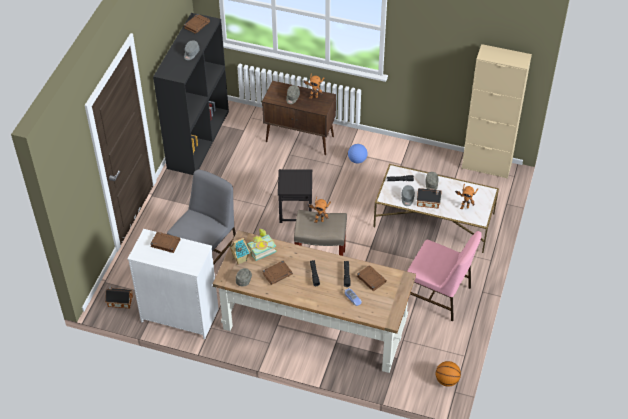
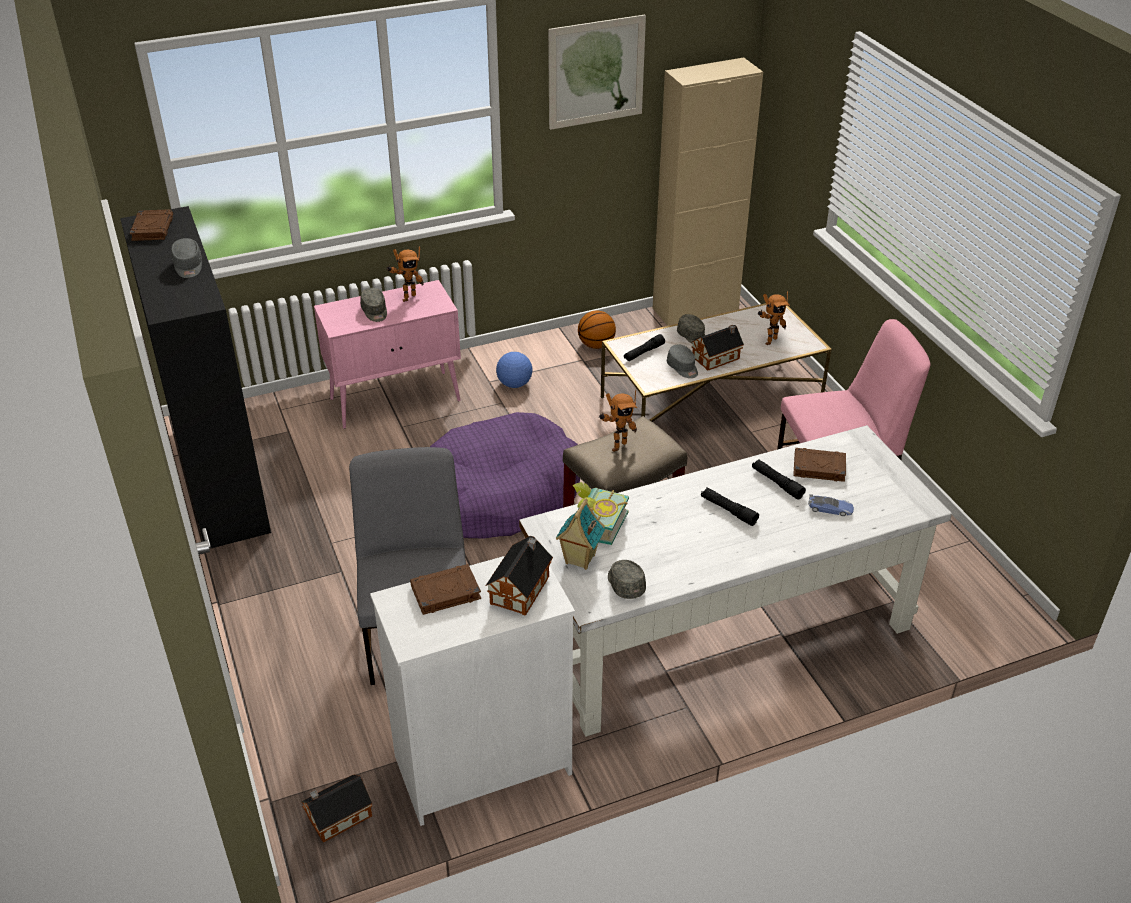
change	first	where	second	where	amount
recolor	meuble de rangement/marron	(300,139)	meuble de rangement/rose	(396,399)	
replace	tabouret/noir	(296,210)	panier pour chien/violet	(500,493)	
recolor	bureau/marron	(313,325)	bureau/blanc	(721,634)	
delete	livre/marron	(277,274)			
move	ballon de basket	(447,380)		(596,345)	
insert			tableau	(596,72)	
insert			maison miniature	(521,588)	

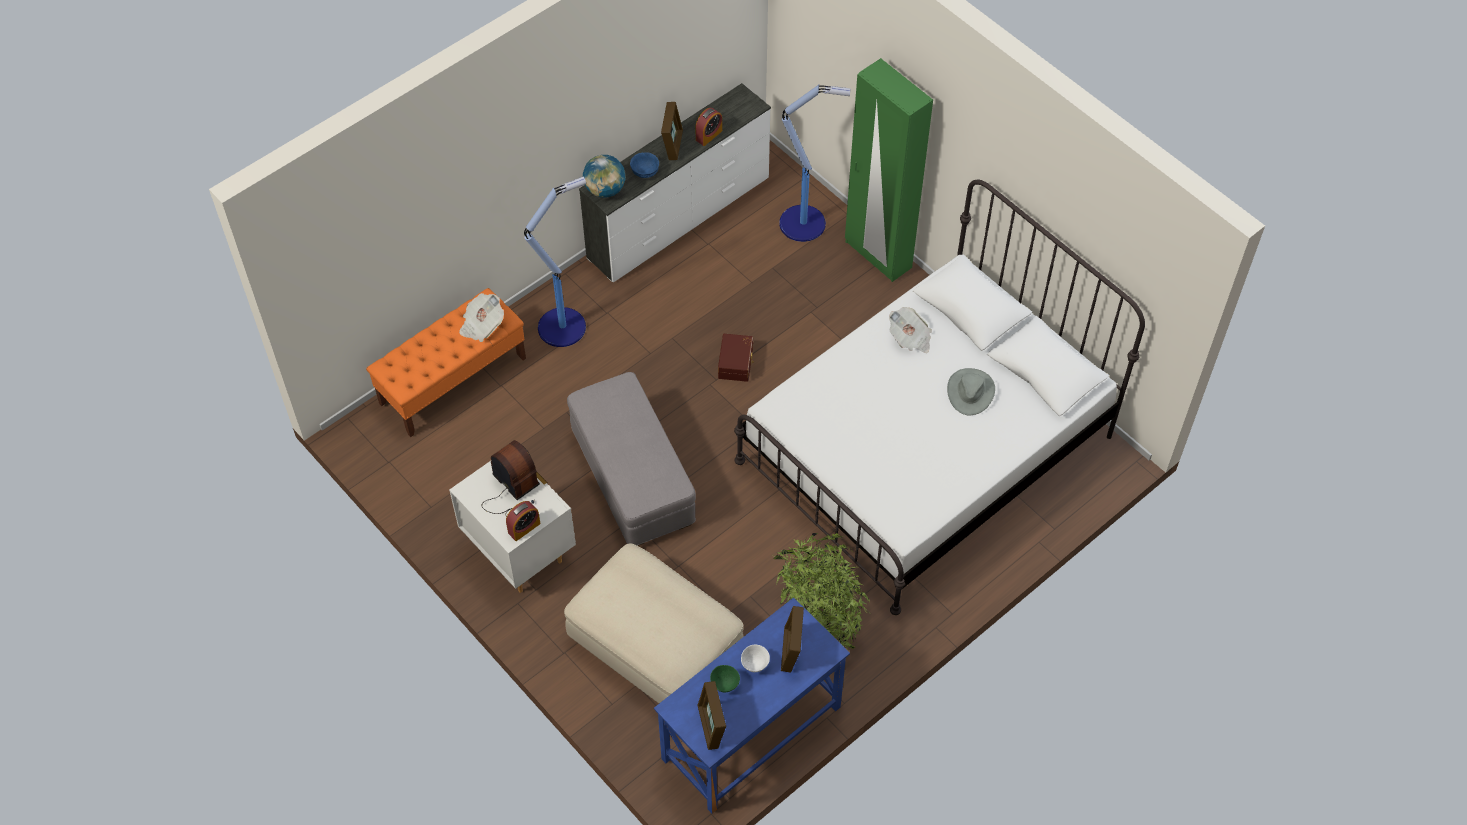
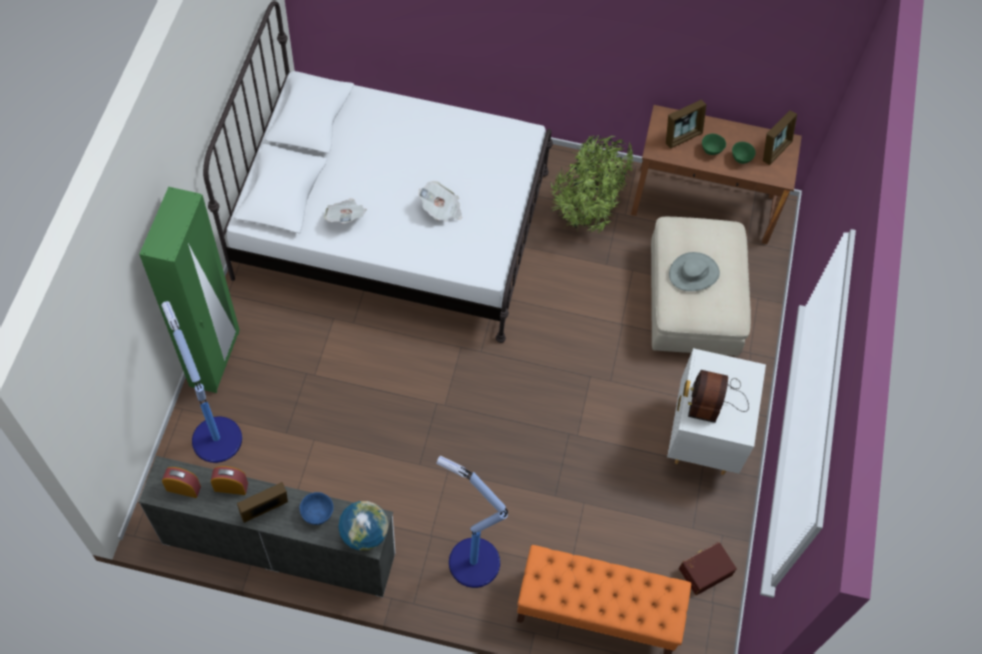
change	first	where	second	where	amount
move	journal	(482,325)		(441,209)	
move	boîte de rangement/marron	(736,363)		(704,570)	
move	chapeau/gris	(970,392)		(694,273)	
delete	pouf/gris	(632,477)			
move	réveil	(524,528)		(183,488)	
recolor	bureau/bleu	(752,733)	bureau/marron	(703,204)	
recolor	bol/blanc	(755,665)	bol/vert	(711,150)	

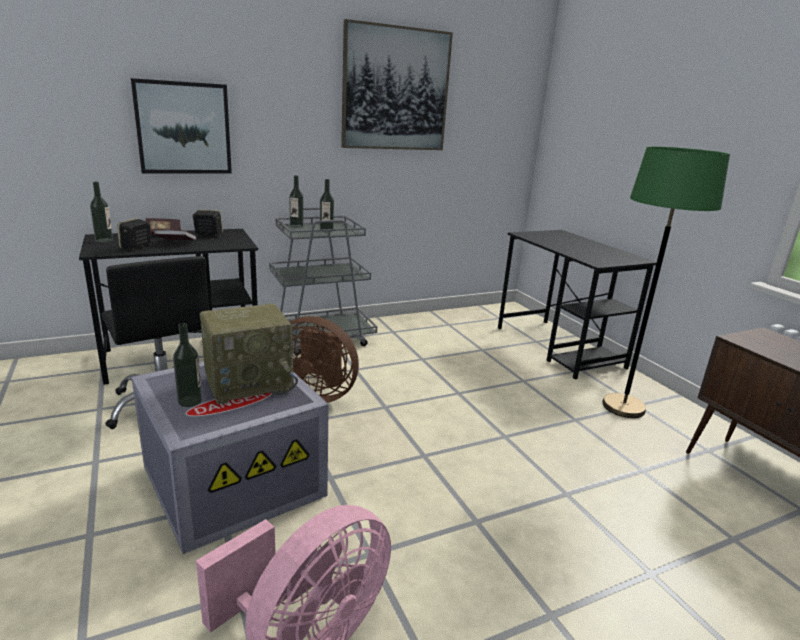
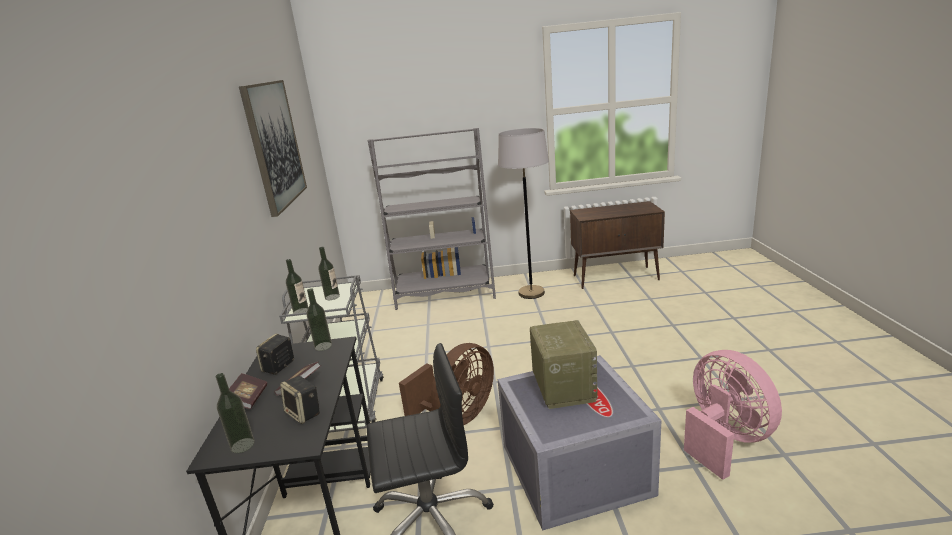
change	first	where	second	where	amount
delete	tableau	(183,128)			
recolor	lampadaire/vert	(623,407)	lampadaire/gris	(531,293)	
replace	bureau/noir	(559,347)	bibliothèque/gris	(444,294)	
move	bouteille	(190,401)		(323,346)	

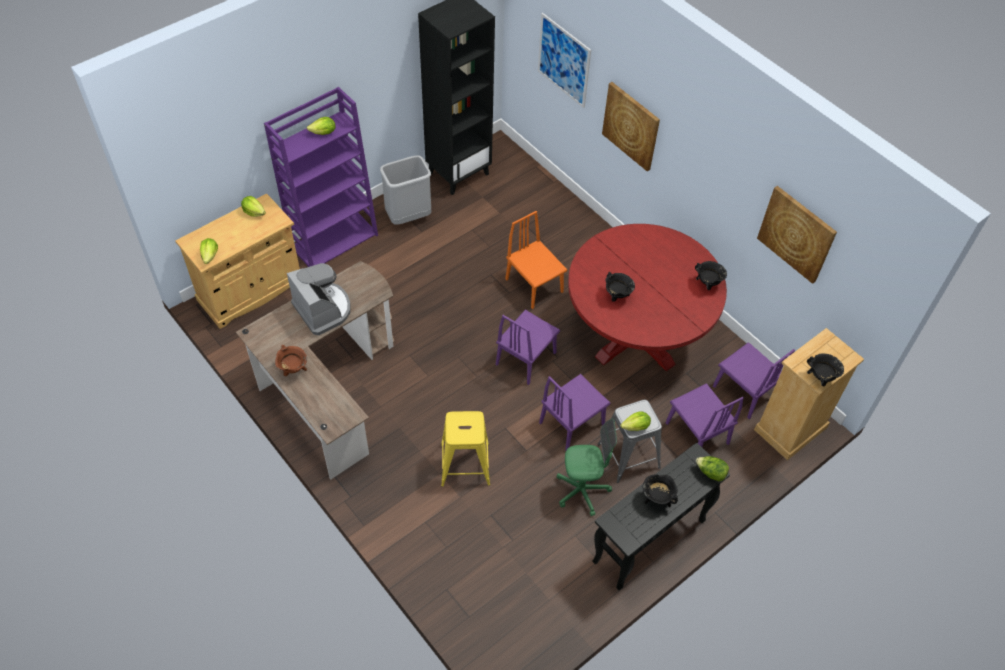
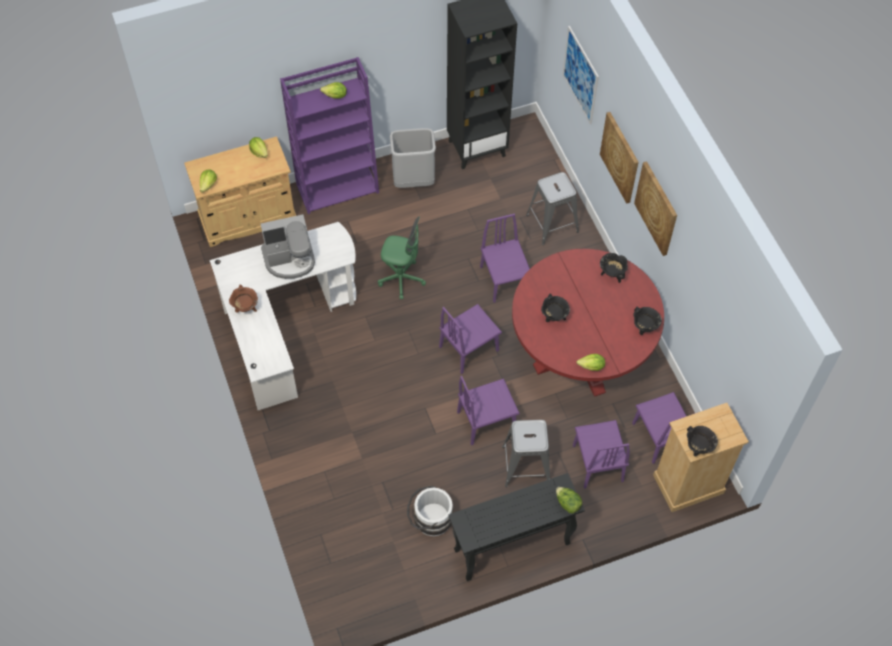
change	first	where	second	where	amount
move	tableau	(796,234)		(657,208)	
recolor	chaise/orange	(534,285)	chaise/violet	(504,280)	
recolor	bureau/marron	(326,387)	bureau/blanc	(283,326)	
rotate	machine à café	(323,309)		(290,259)	90 degrees clockwise
delete	tabouret/jaune	(465,464)			
move	laitue	(636,427)		(591,367)	
move	chaise de bureau/vert	(582,491)		(401,279)	
move	marmite/noir	(657,499)		(612,274)	
insert			tabouret/gris	(552,223)	
insert			seau/blanc	(429,520)	

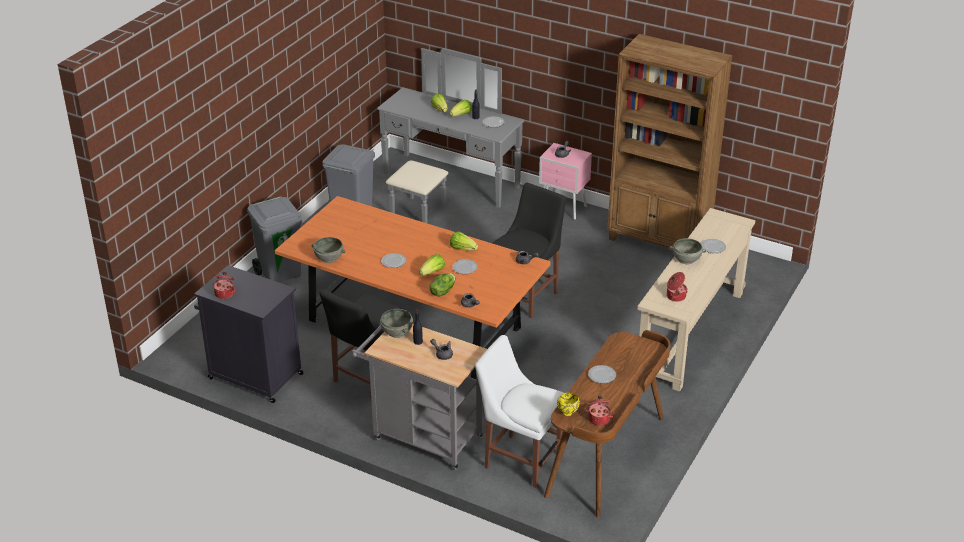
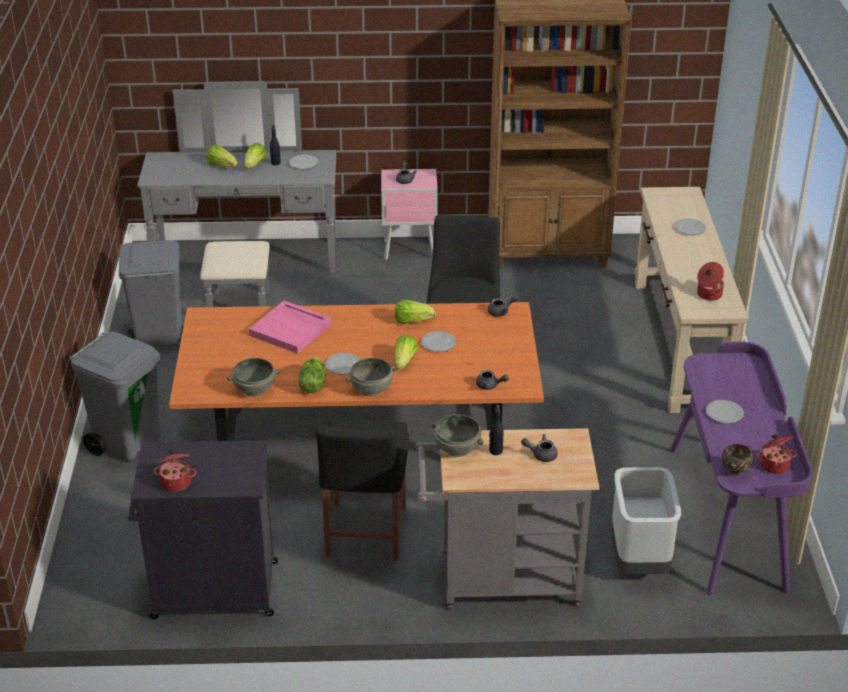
change	first	where	second	where	amount
move	bol/gris	(686,260)		(371,389)	
move	laitue	(442,291)		(312,385)	
recolor	bureau/marron	(607,456)	bureau/violet	(728,517)	
replace	chaise/blanc	(519,459)	poubelle/gris	(638,560)	
recolor	bol/jaune	(568,413)	bol/marron	(734,472)	
insert			plateau/rose	(291,329)	

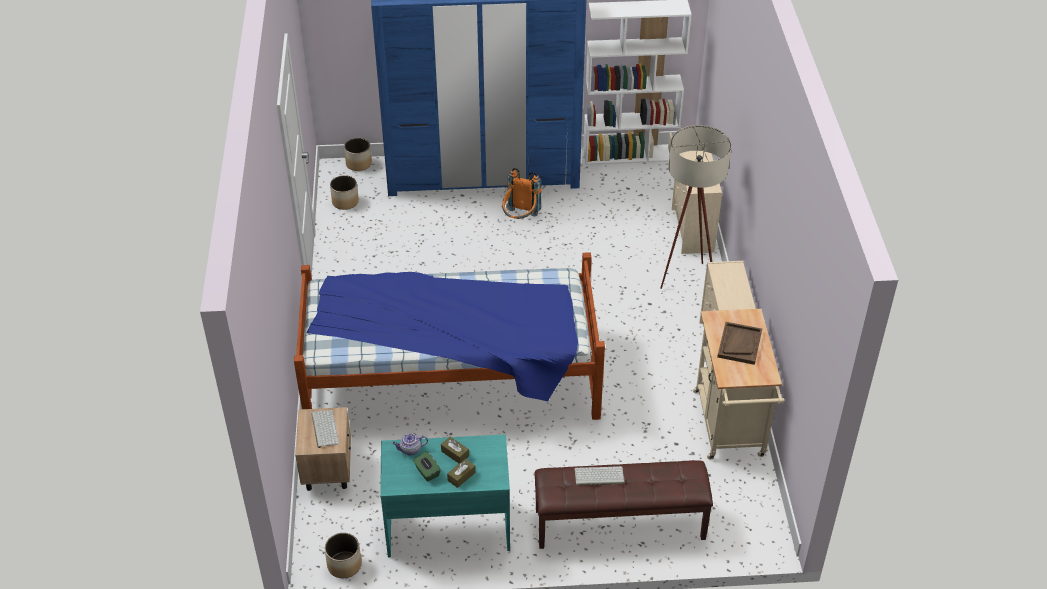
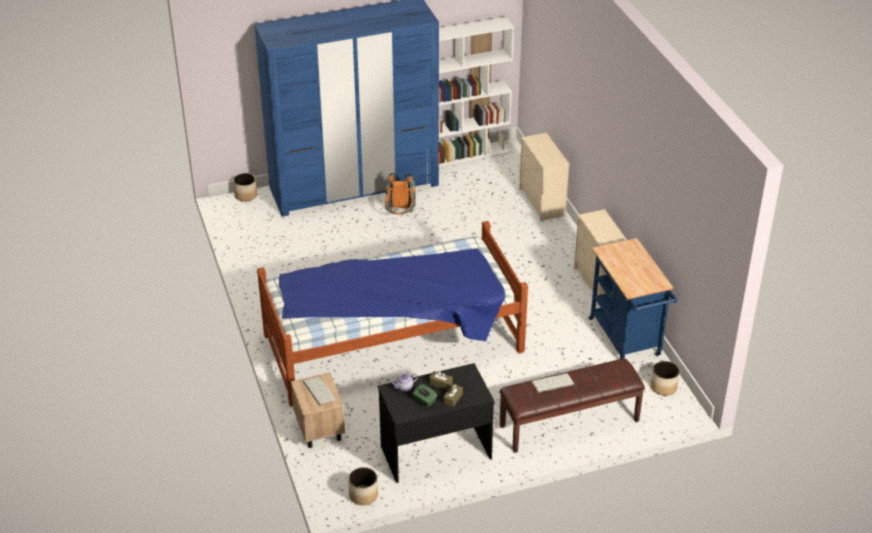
change	first	where	second	where	amount
delete	lampadaire/beige	(686,284)			
move	cache-pot	(345,202)		(663,387)	
recolor	chariot/beige	(730,429)	chariot/bleu	(627,340)	
delete	plateau/marron	(739,344)			
recolor	bureau/turquoise	(447,526)	bureau/noir	(435,451)	

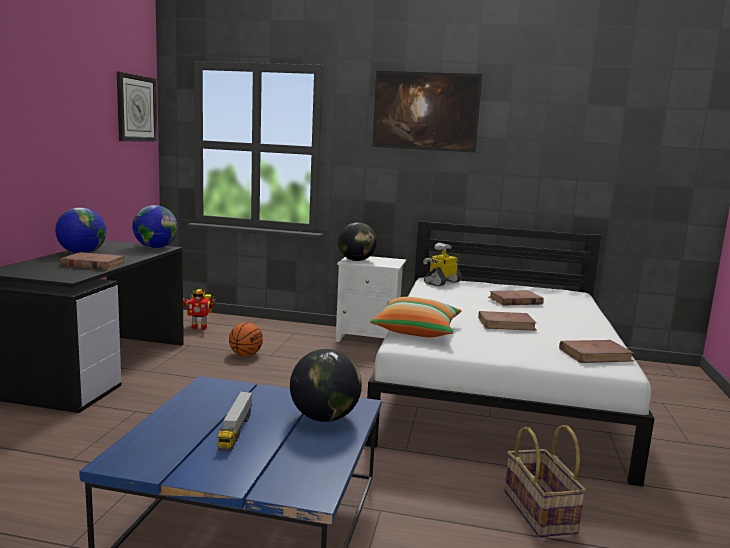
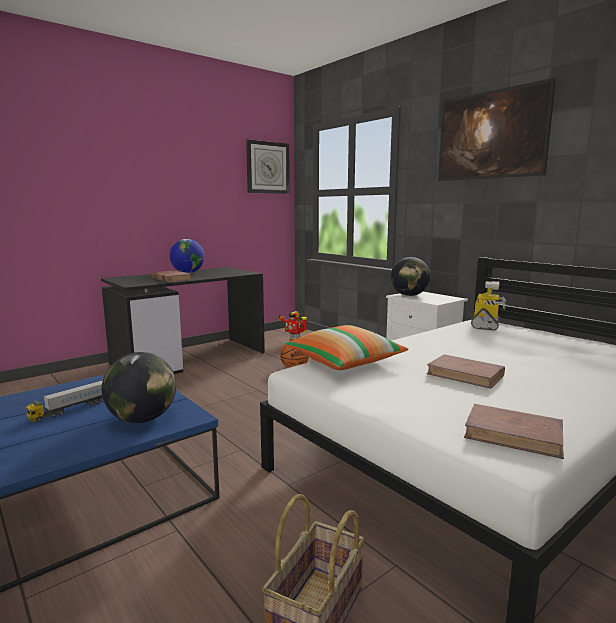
change	first	where	second	where	amount
delete	globe	(155,247)			
rotate	robot jouet	(442,282)		(486,325)	120 degrees clockwise
delete	livre/marron	(515,301)			

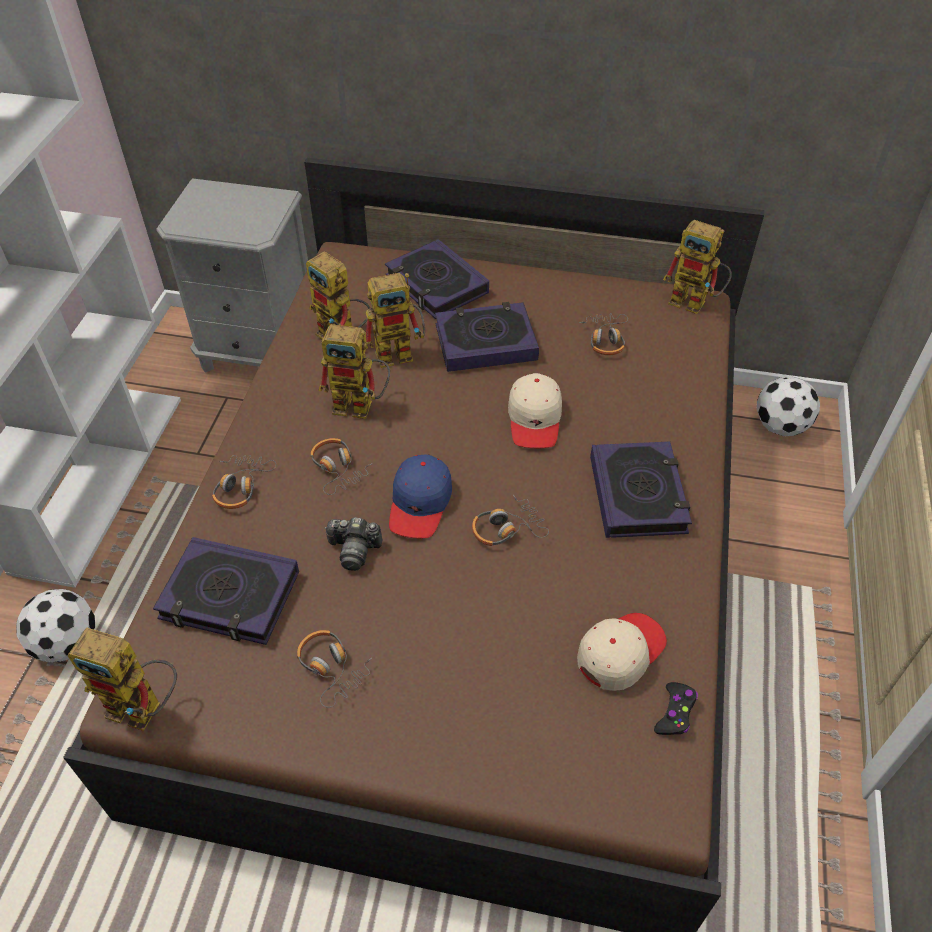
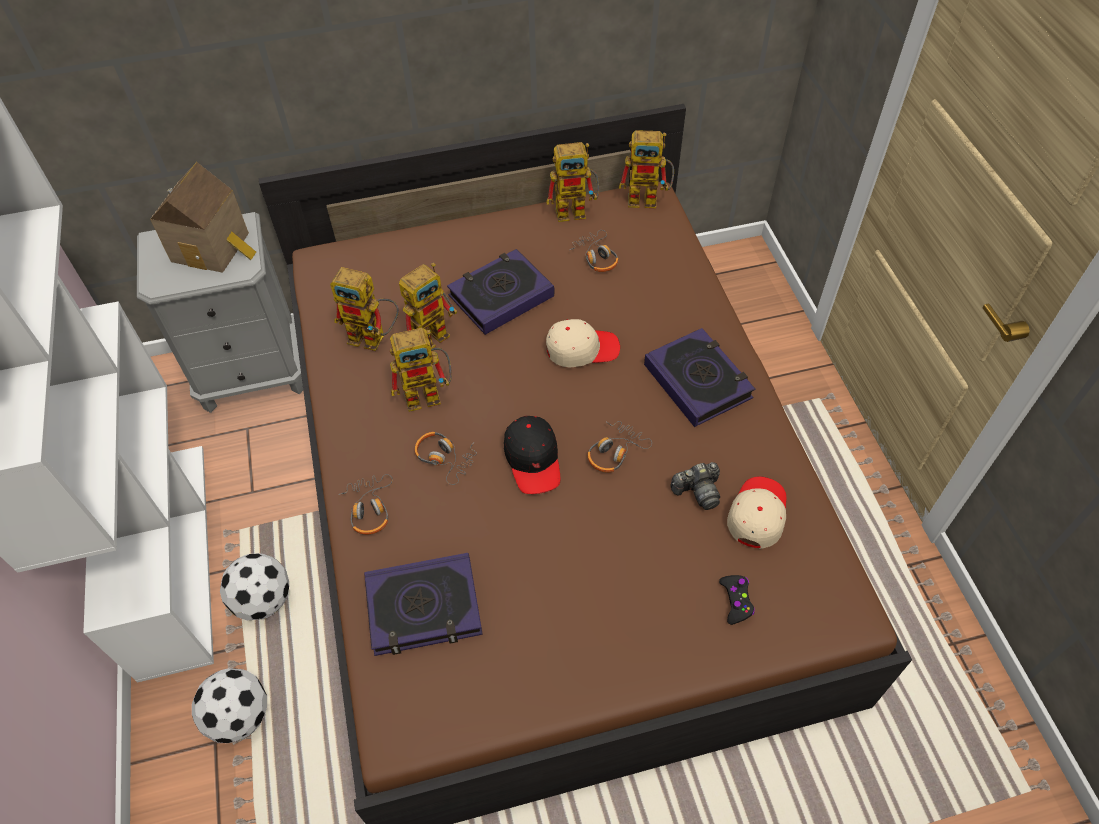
change	first	where	second	where	amount
delete	livre	(436,285)			
rotate	casquette/beige	(535,419)		(581,349)	75 degrees counterclockwise
move	ballon de foot	(781,426)		(264,600)	
recolor	casquette/bleu	(420,503)	casquette/noir	(533,459)	
move	appareil photo	(354,550)		(697,491)	
move	robot jouet	(145,708)		(577,210)	
delete	casque audio	(331,669)			
move	manette/noir	(675,713)		(736,601)	
insert			maison miniature	(214,248)	

